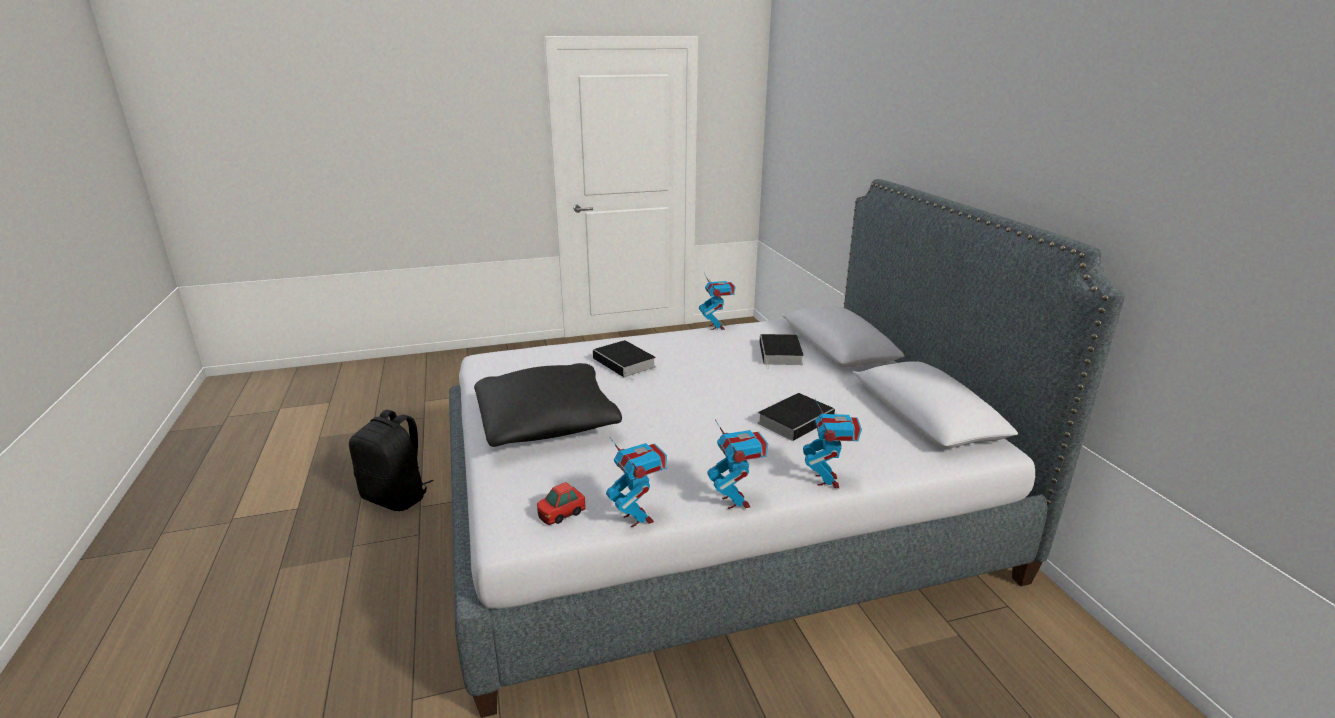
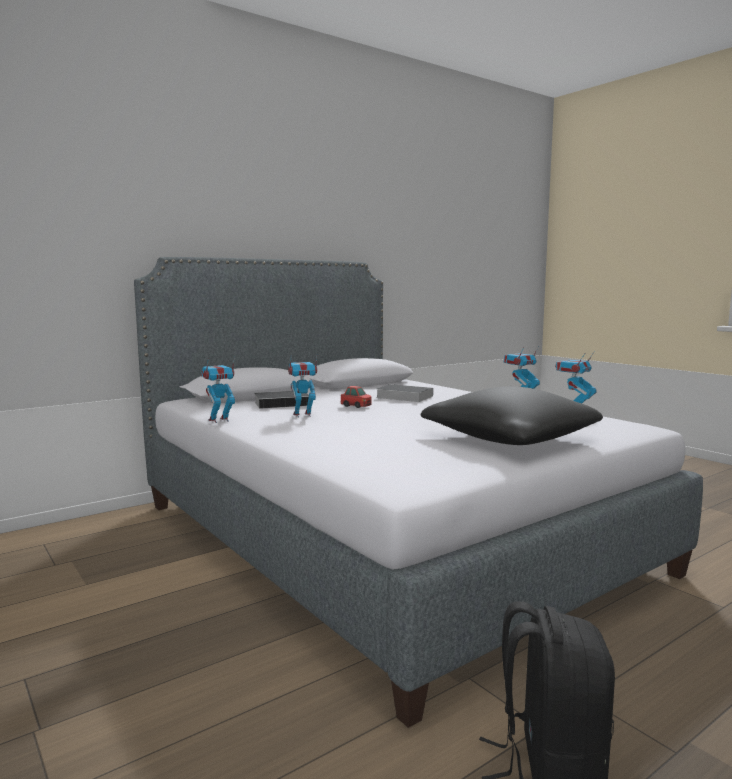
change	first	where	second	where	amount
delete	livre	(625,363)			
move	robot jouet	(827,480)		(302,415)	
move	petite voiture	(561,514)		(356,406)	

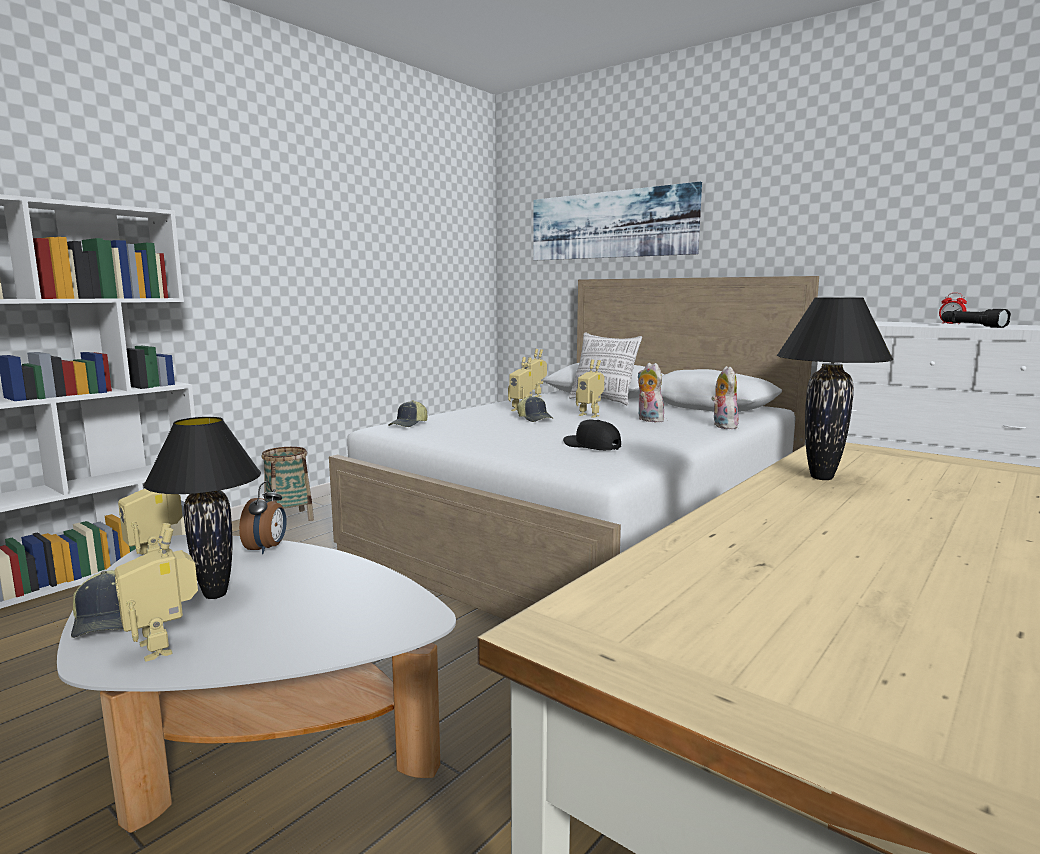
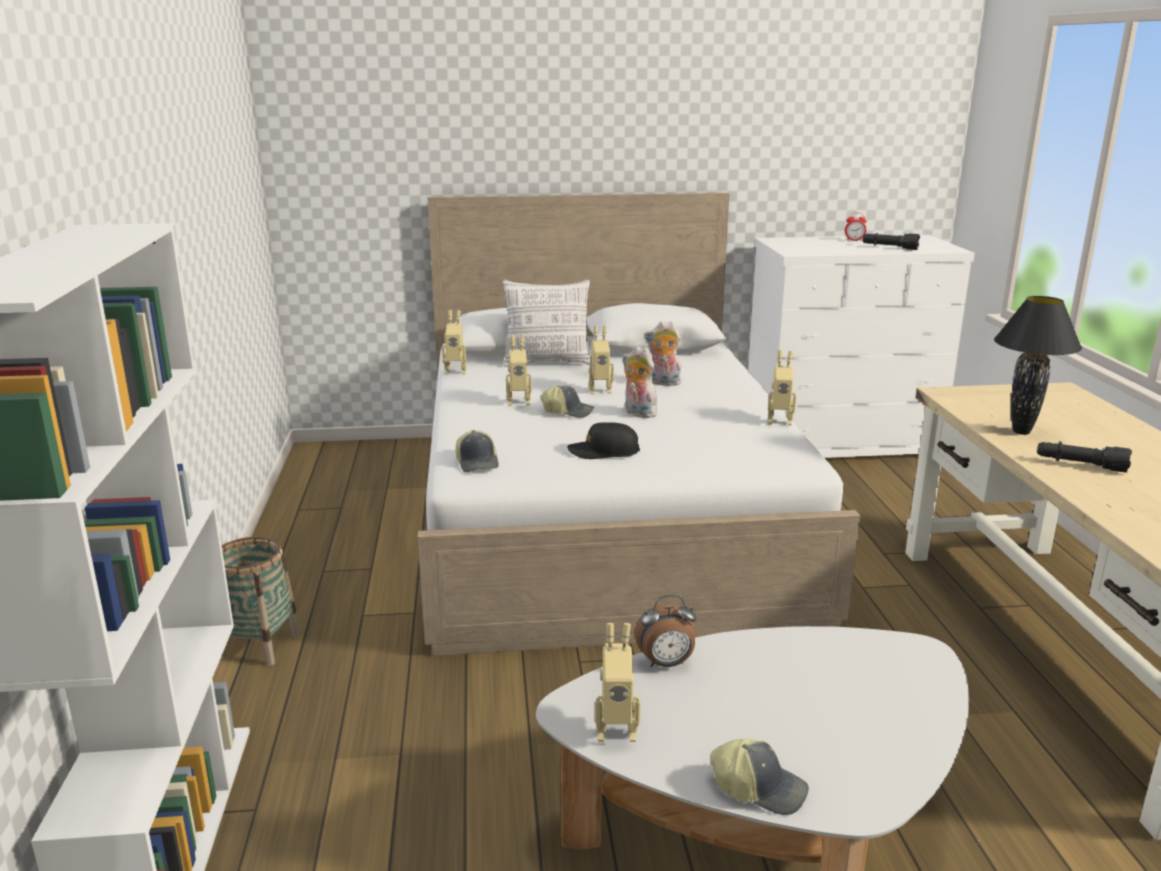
change	first	where	second	where	amount
delete	tableau	(610,225)			
move	peluche	(722,426)		(638,413)	
delete	lampe de table/noir	(216,595)			
move	casquette/noir	(591,446)		(603,451)	
rotate	réveil	(267,548)		(666,664)	120 degrees clockwise
move	robot jouet	(164,646)		(779,420)	
insert			lampe de poche/noir	(1080,465)	

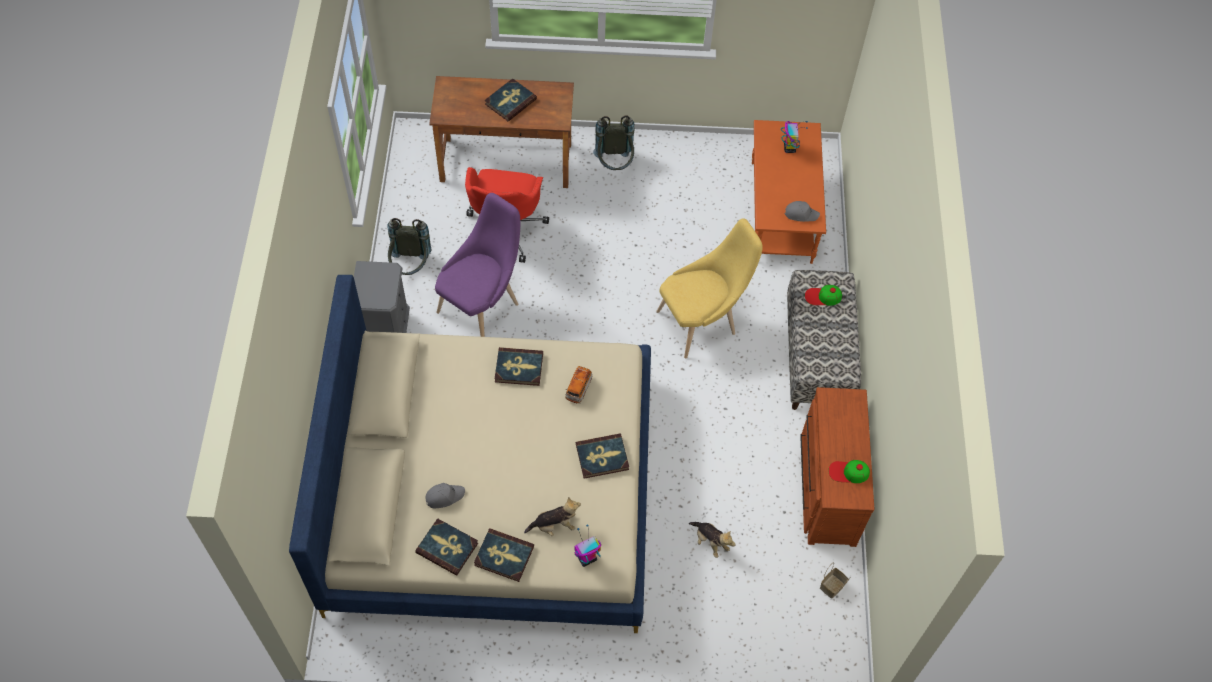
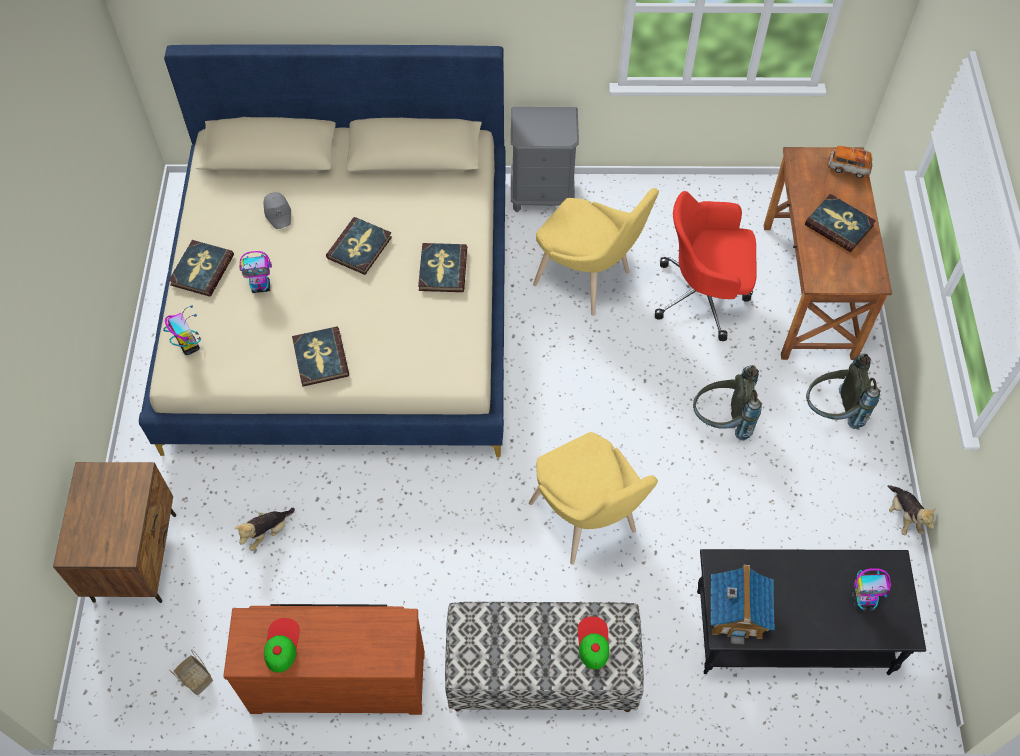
change	first	where	second	where	amount
recolor	table basse/orange	(780,211)	table basse/noir	(792,630)	
recolor	chaise/violet	(482,305)	chaise/jaune	(588,281)	
replace	casquette/gris	(801,214)	maison miniature	(737,613)	
move	sac à dos/gris	(410,267)		(721,421)	
move	petite voiture	(578,388)		(848,168)	
move	peluche	(554,525)		(903,516)	
move	livre	(447,547)		(360,248)	
insert			robot jouet	(261,287)	
insert			table de chevet/marron	(136,557)	

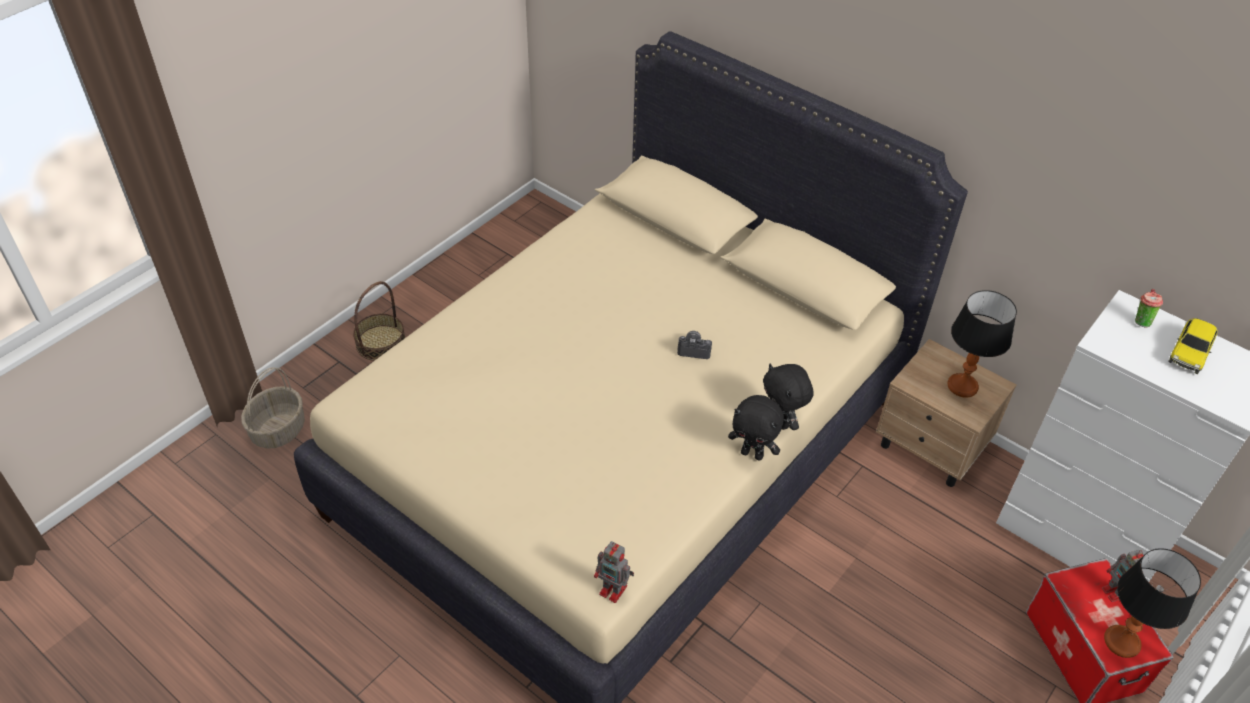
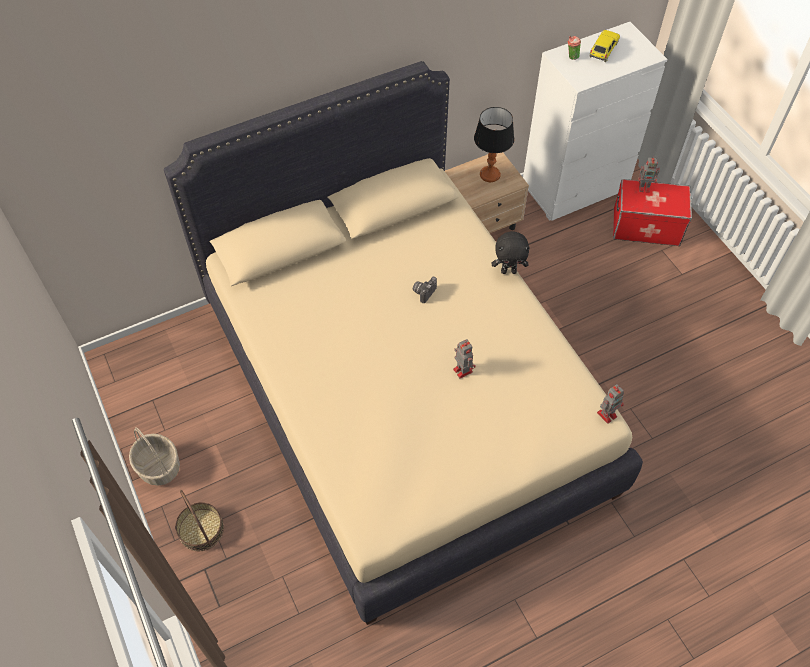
change	first	where	second	where	amount
rotate	petite voiture	(1189,352)		(603,50)	120 degrees counterclockwise
move	panier	(278,429)		(158,466)	
delete	peluche/noir	(752,454)			
delete	lampe de table	(1122,642)			
insert			robot jouet	(462,369)	

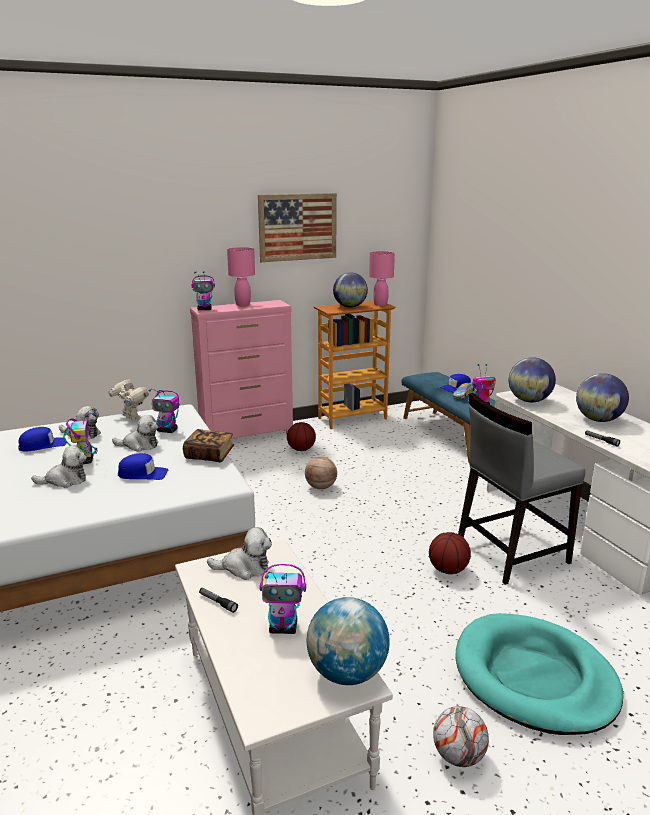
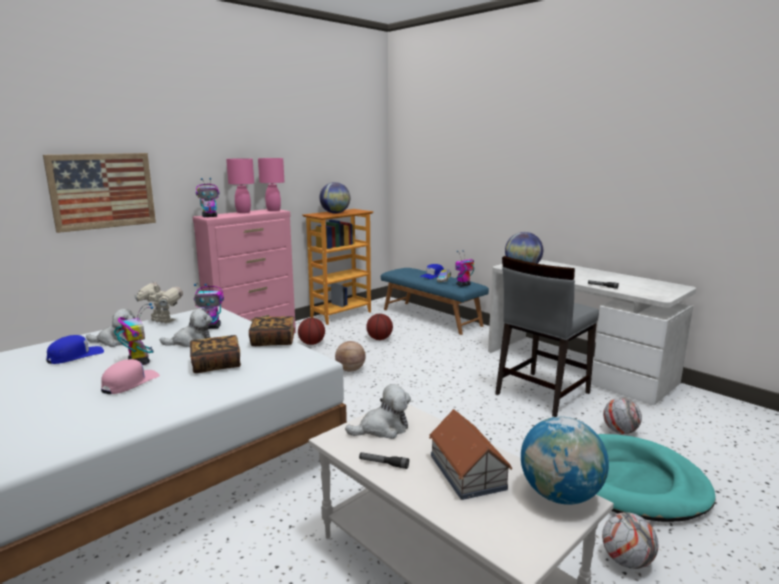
change	first	where	second	where	amount
move	tableau	(297,227)		(103,191)	
move	lampe de table/rose	(380,304)		(273,210)	
delete	globe	(598,420)			
replace	peluche	(65,480)	casquette/rose	(130,382)	
replace	casquette/bleu	(143,474)	livre	(216,365)	
move	ballon de basket	(448,570)		(379,339)	
replace	robot jouet	(284,628)	maison miniature	(467,471)	
insert			ballon de foot	(620,431)	

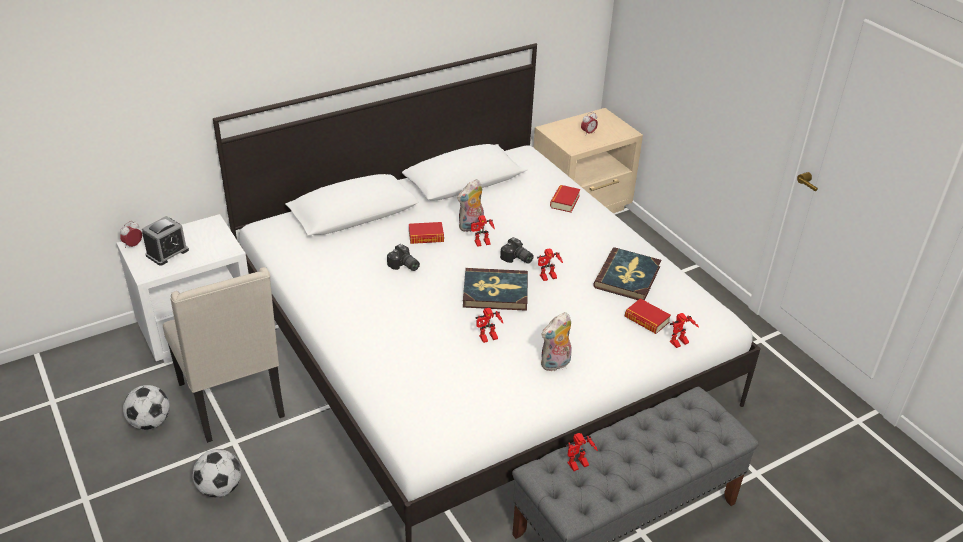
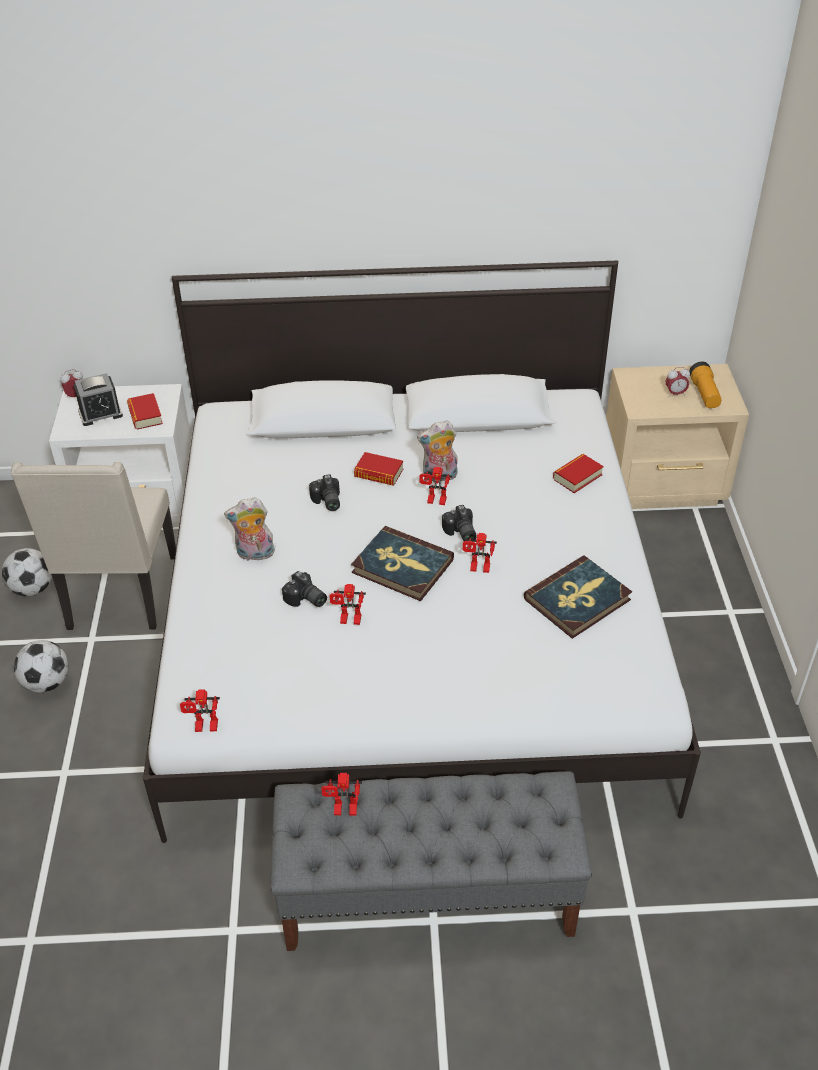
change	first	where	second	where	amount
move	livre	(646,320)		(145,415)	
move	peluche	(555,364)		(254,554)	
move	robot jouet	(679,344)		(204,728)	
insert			lampe de poche	(704,394)	
insert			appareil photo	(305,600)	

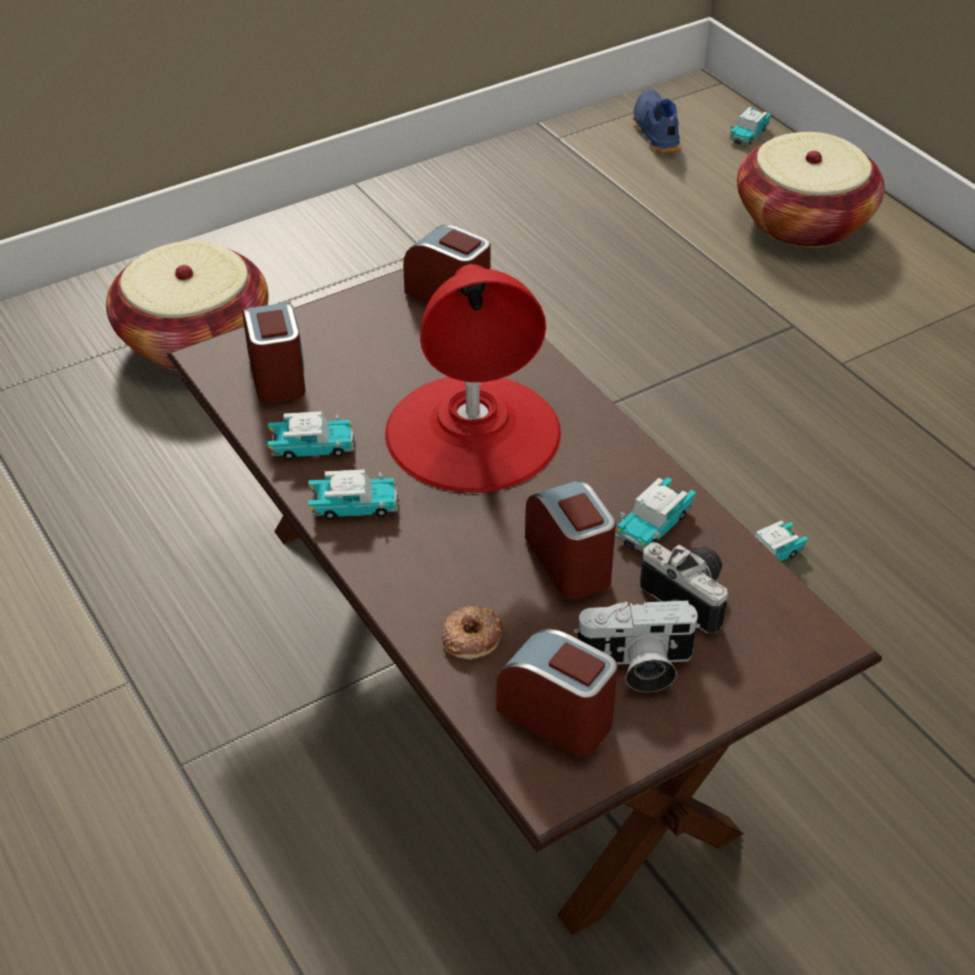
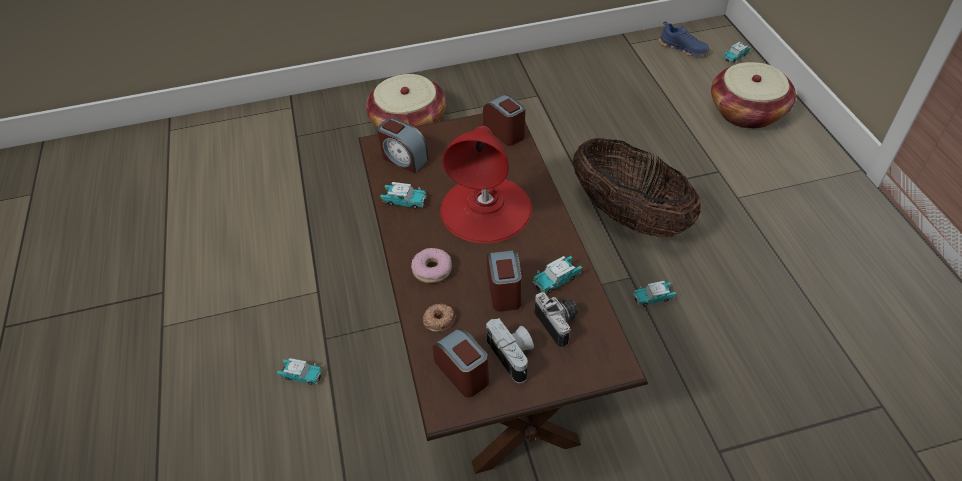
change	first	where	second	where	amount
rotate	chaussure/bleu	(654,132)		(683,48)	120 degrees clockwise
rotate	réveil	(277,374)		(404,159)	120 degrees clockwise
move	petite voiture	(354,506)		(301,375)	
rotate	appareil photo	(636,666)		(514,355)	135 degrees counterclockwise
insert			panier	(628,216)	
insert			beignet	(432,269)	

